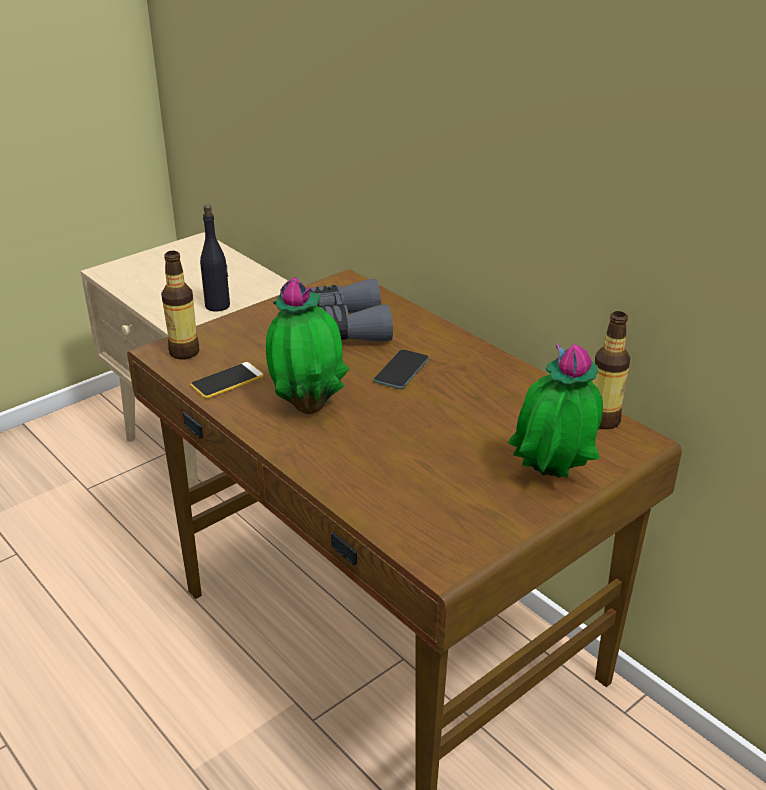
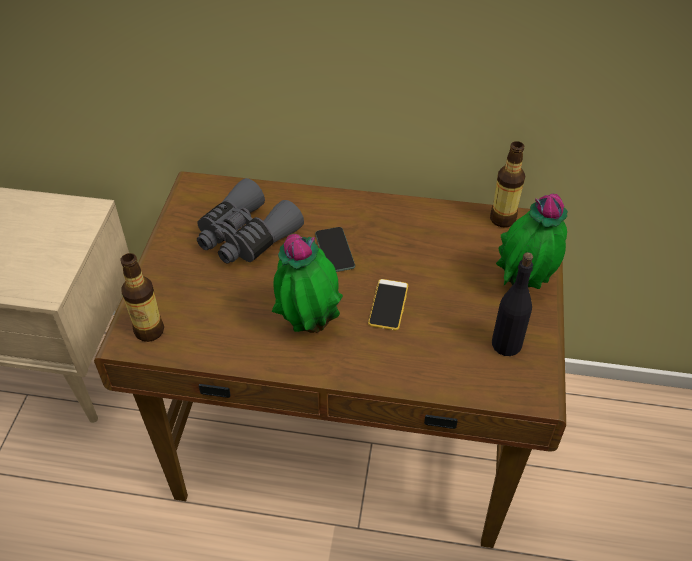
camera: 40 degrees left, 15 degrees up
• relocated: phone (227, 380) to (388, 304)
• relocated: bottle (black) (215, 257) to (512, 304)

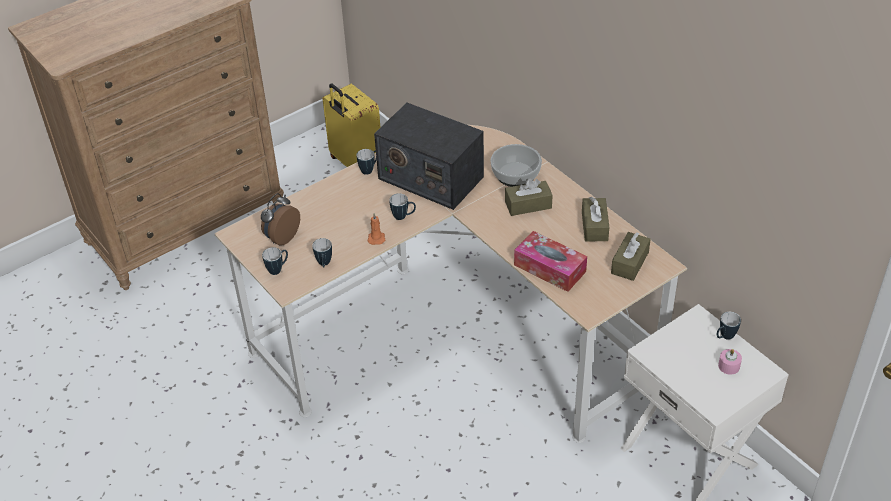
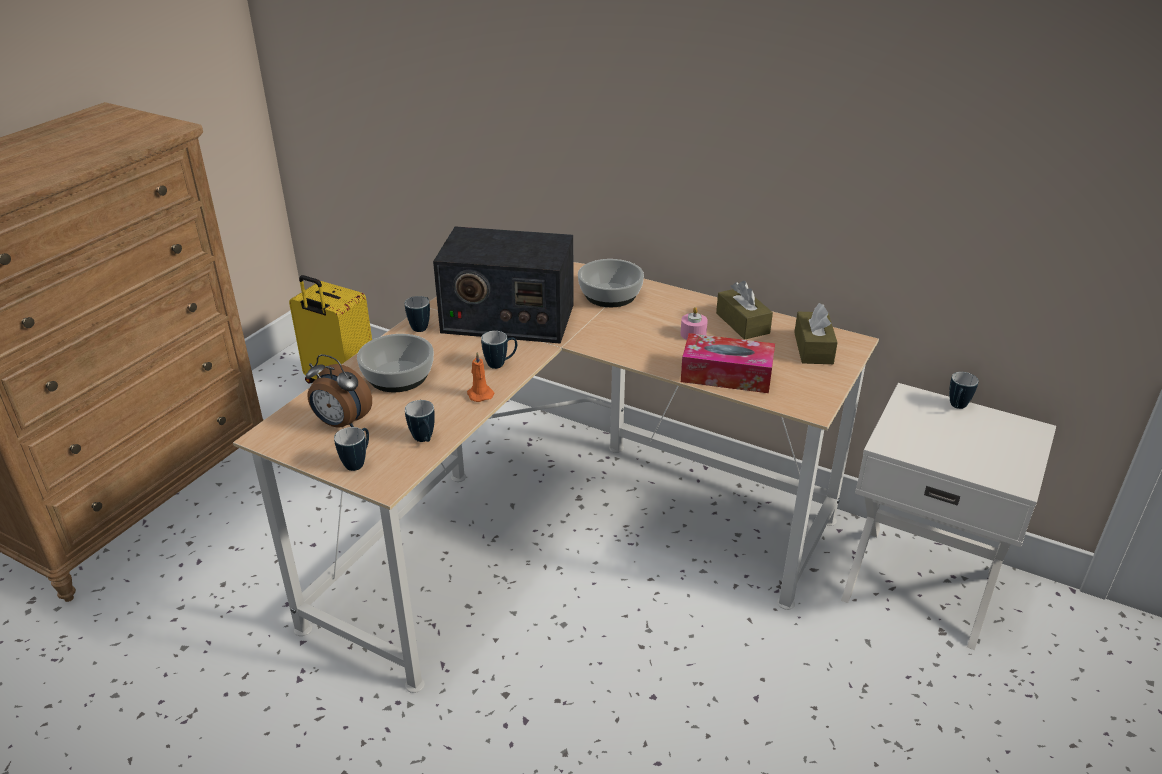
camera: 25 degrees left, 10 degrees down
• spun: alarm clock (280, 219) = (339, 391) 75 degrees counterclockwise
• missing: tissue box (brown) (529, 197)
• relocated: candle (pink) (730, 362) to (694, 323)
• appeared: bowl (395, 363)

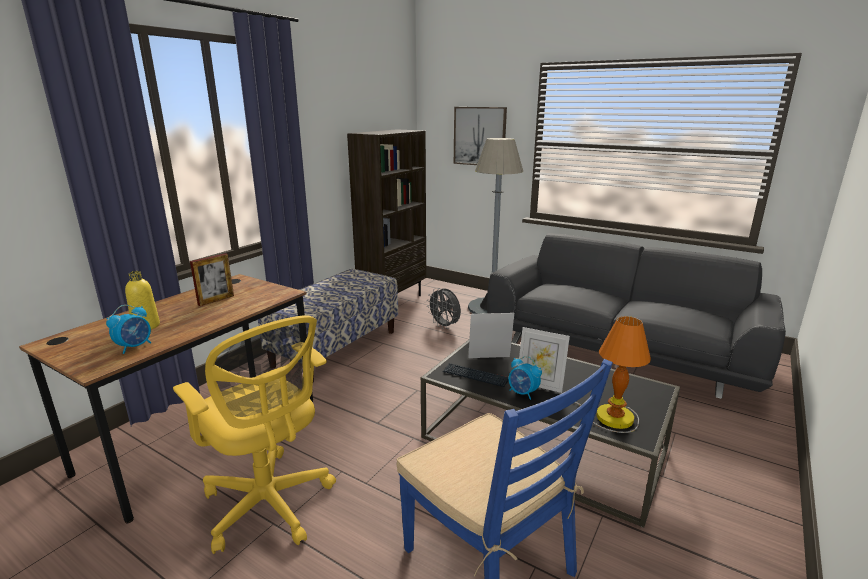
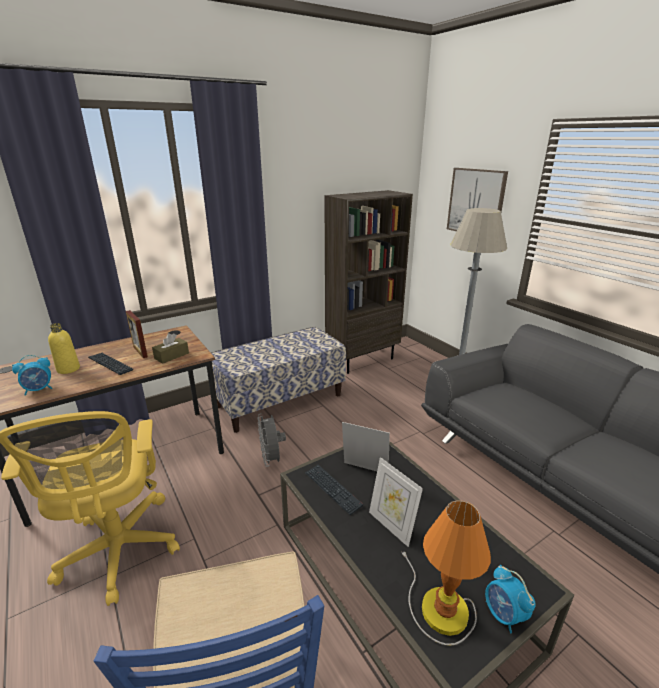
camera: 25 degrees right, 5 degrees up
• spun: picture frame (212, 279) = (137, 334) 75 degrees clockwise
• relocated: fan (grey) (444, 308) to (271, 440)
• relocated: alarm clock (525, 378) to (510, 599)
• appeared: keyboard (110, 364)
• appeared: tissue box (brown) (170, 348)

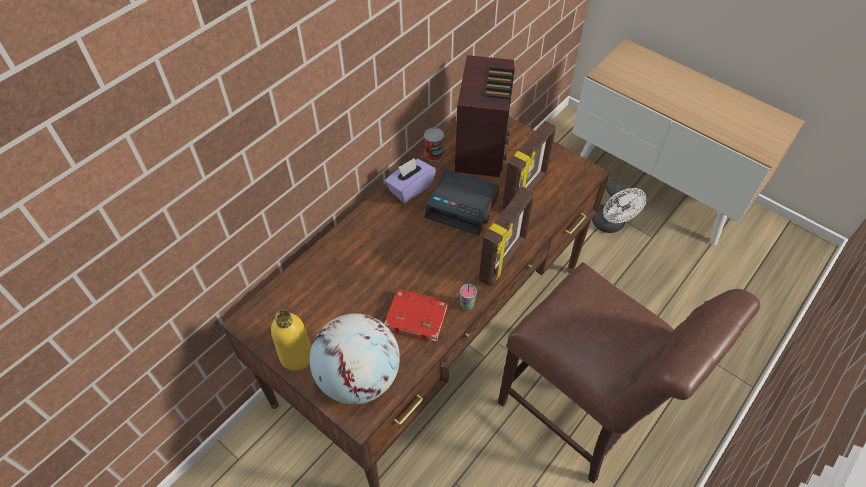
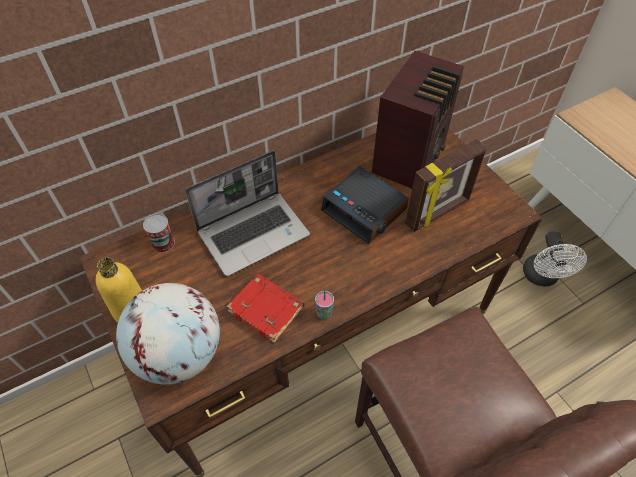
camera: 20 degrees right, 0 degrees up
• missing: tissue box (purple) (410, 180)
• relocated: can (434, 144) to (159, 233)
• missing: picture frame (506, 236)
• appeared: laptop (247, 213)

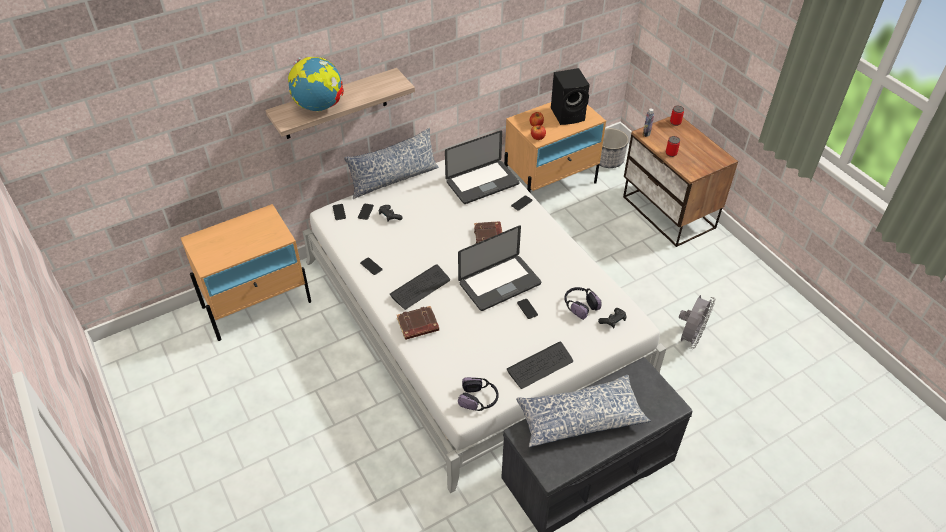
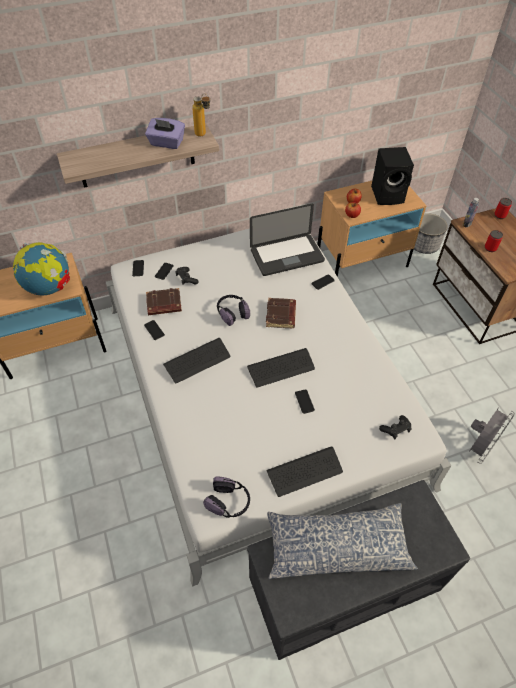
camera: 10 degrees right, 5 degrees up
• relocated: globe (316, 84) to (41, 268)
• missing: pillow (391, 163)
• relocated: book (brown) (418, 323) to (164, 301)
• exchanged: laptop (499, 268) to keyboard (281, 368)
• relocated: headphones (582, 303) to (233, 310)
• appeared: tissue box (purple) (165, 133)
• appeared: bottle (201, 114)

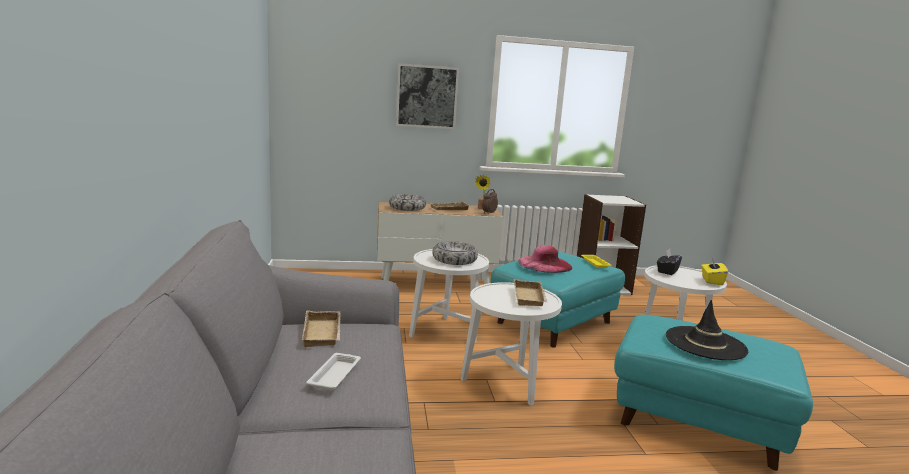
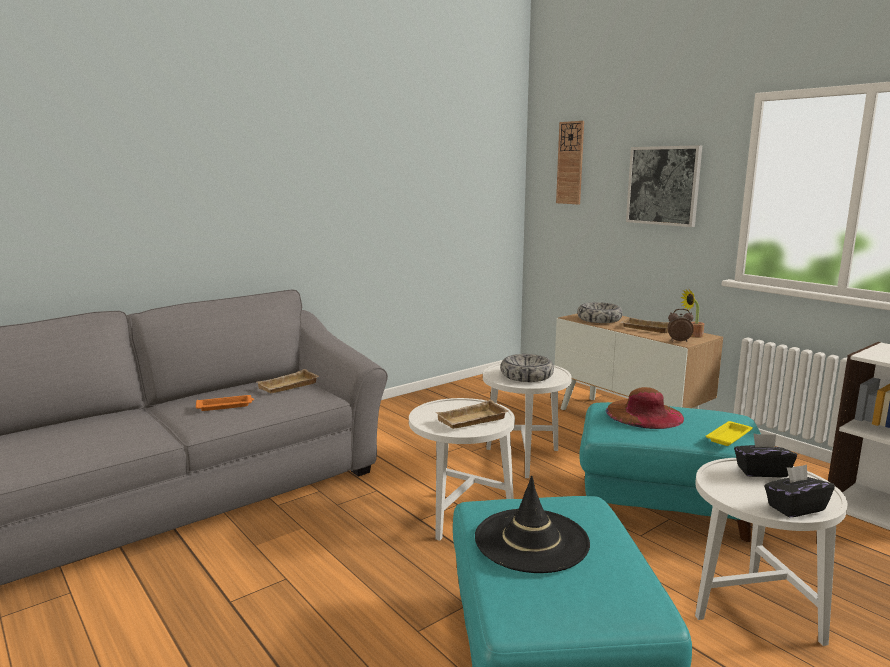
camera: 60 degrees right, 0 degrees up
• colour: tray (white) (333, 371) to tray (orange) (225, 403)
• colour: hat (pink) (545, 259) to hat (brown) (645, 408)
• colour: tissue box (yellow) (714, 271) to tissue box (black) (799, 491)
• appeared: wall clock (570, 163)

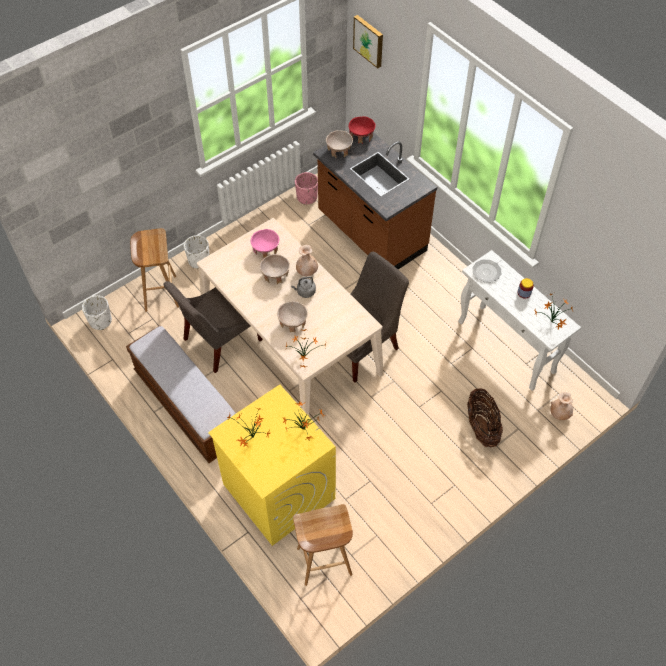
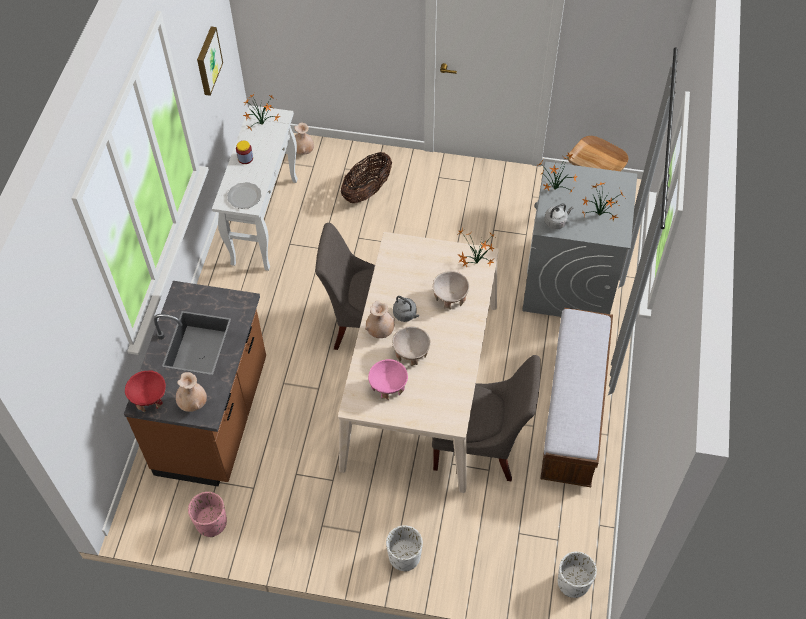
camera: 130 degrees left, 0 degrees up
• missing: stool (brown) (154, 270)
• colour: washing machine (yellow) (272, 465) to washing machine (grey) (579, 239)
• exchanged: bowl (beige) (339, 144) to vase (beige) (191, 392)
• relocated: picture (368, 41) to (210, 61)
• appeared: kettle (grey) (558, 216)

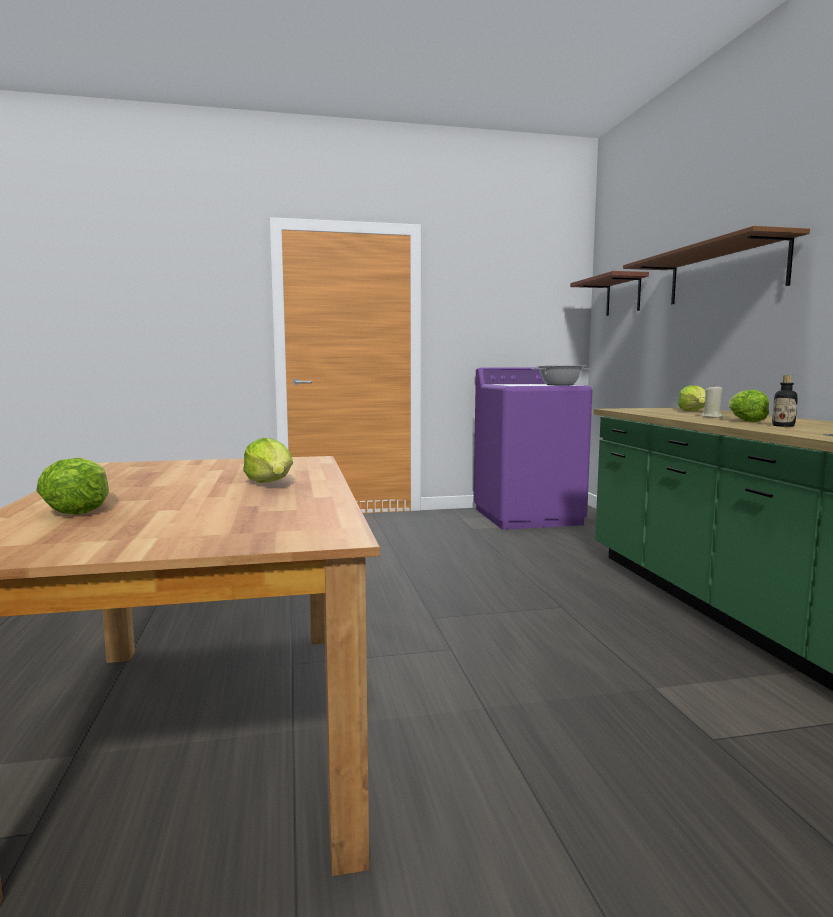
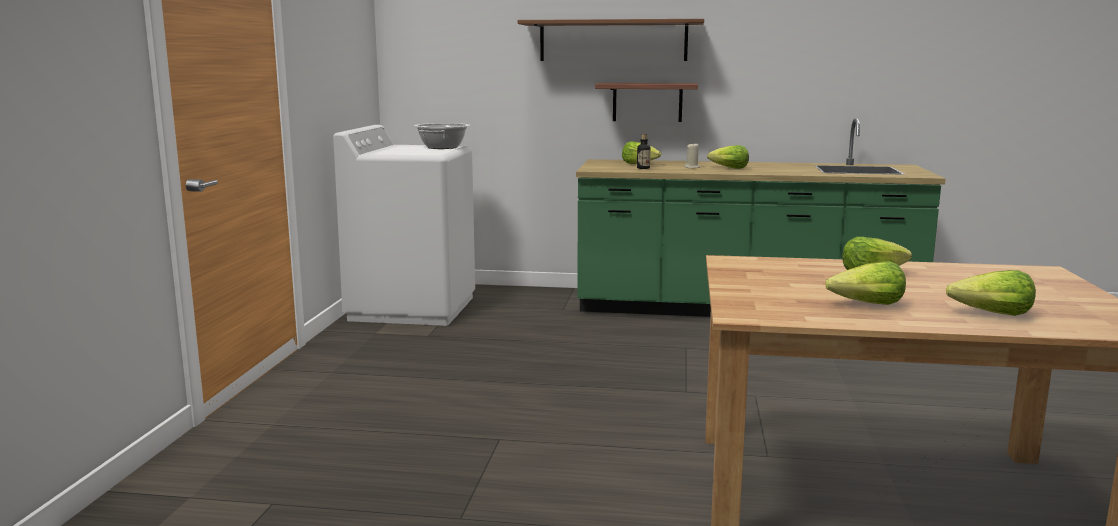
camera: 70 degrees left, 5 degrees up
• colour: washing machine (purple) (532, 448) to washing machine (white) (404, 225)
• relocated: shelf (609, 293) to (646, 102)
• relocated: bottle (785, 401) to (644, 151)
• appeared: lettuce (865, 283)

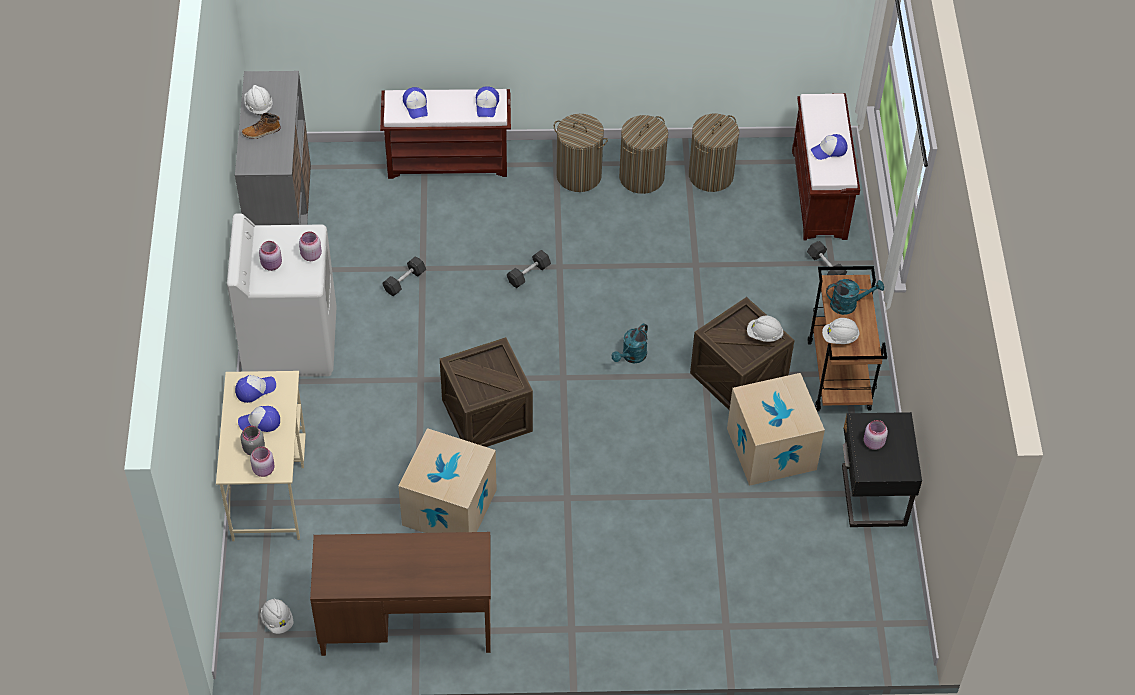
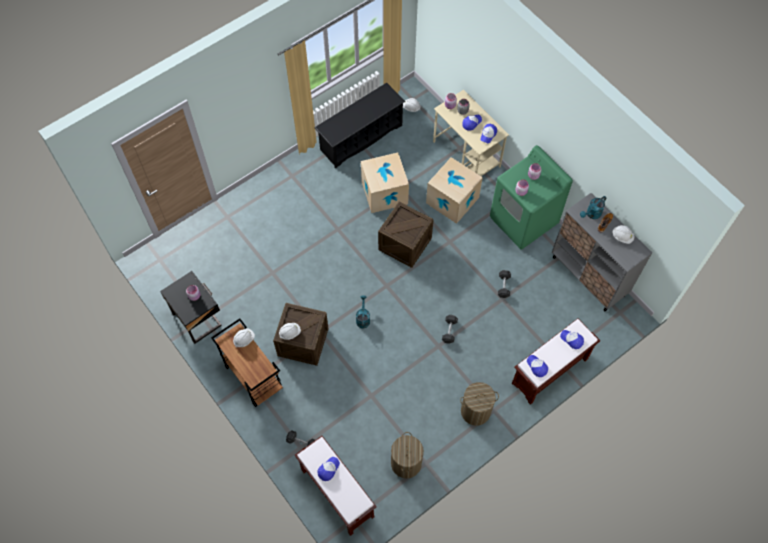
camera: 145 degrees right, 10 degrees up
• colour: washing machine (white) (282, 295) to washing machine (green) (531, 197)
• exchanged: desk (brown) (400, 594) to shoe rack (black) (359, 126)
• missing: laundry basket (643, 154)
• relocated: cardboard box (776, 429) to (454, 190)
• relocated: watering can (turquoise) (855, 297) to (593, 207)

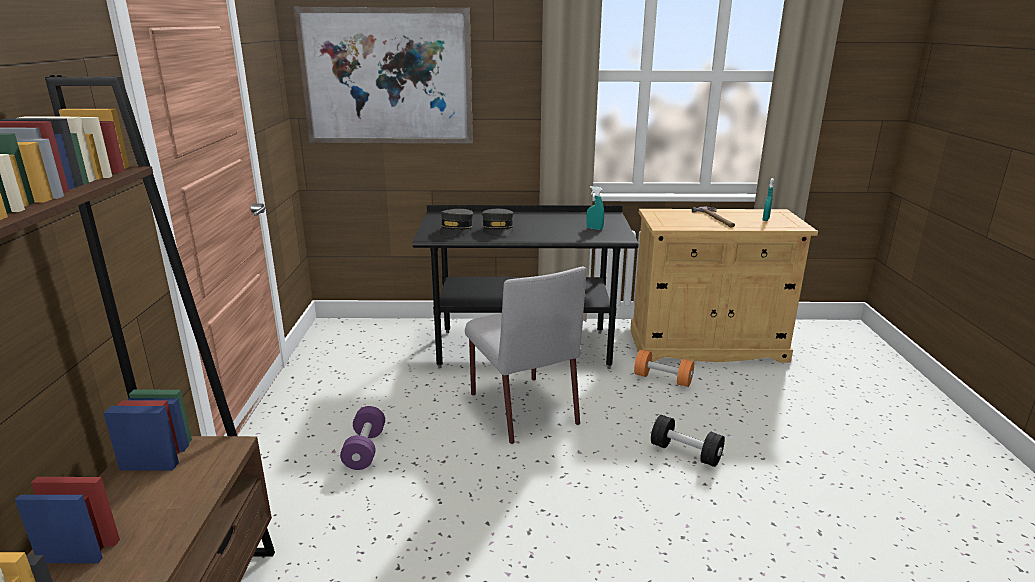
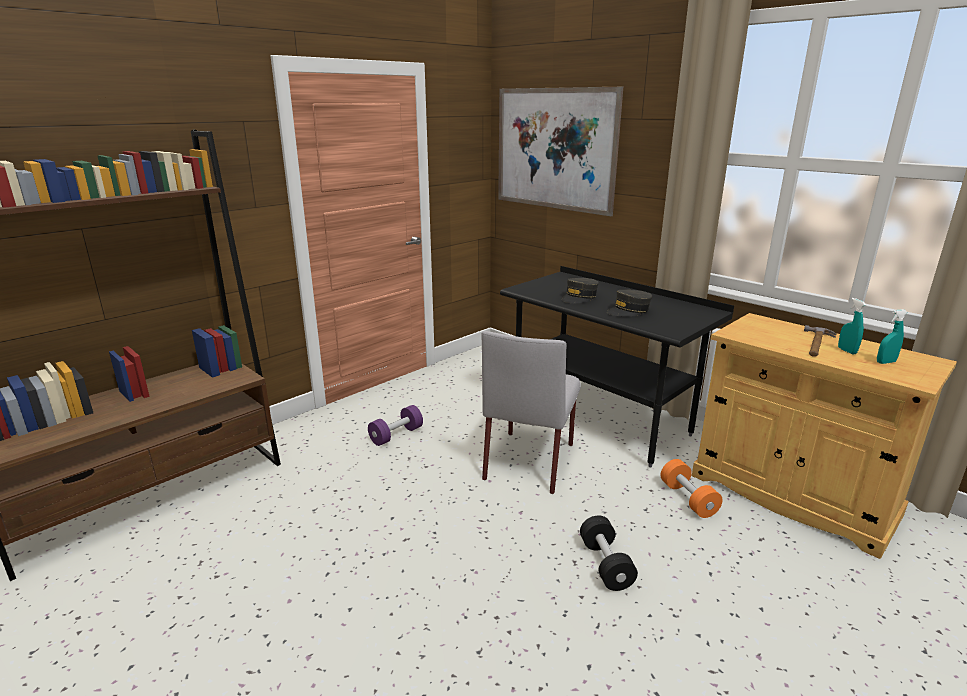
camera: 45 degrees right, 0 degrees up
• relocated: cap (grey) (456, 223) to (629, 303)
• relocated: spray bottle (turquoise) (595, 208) to (852, 326)

